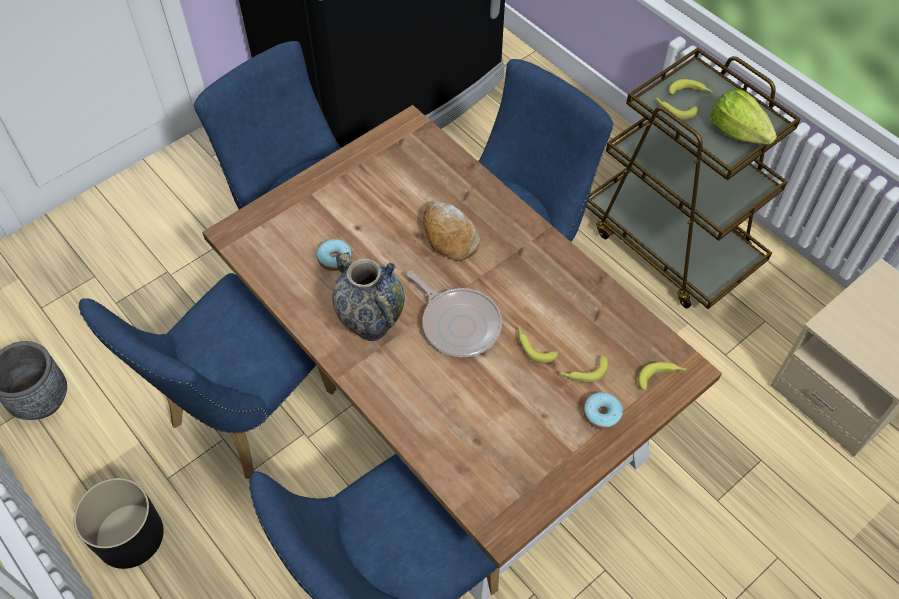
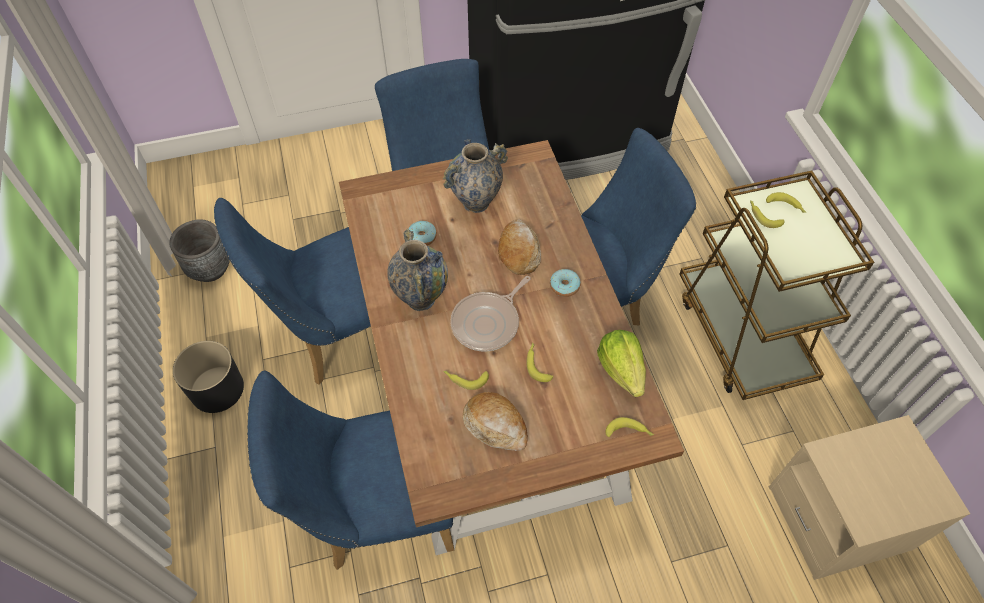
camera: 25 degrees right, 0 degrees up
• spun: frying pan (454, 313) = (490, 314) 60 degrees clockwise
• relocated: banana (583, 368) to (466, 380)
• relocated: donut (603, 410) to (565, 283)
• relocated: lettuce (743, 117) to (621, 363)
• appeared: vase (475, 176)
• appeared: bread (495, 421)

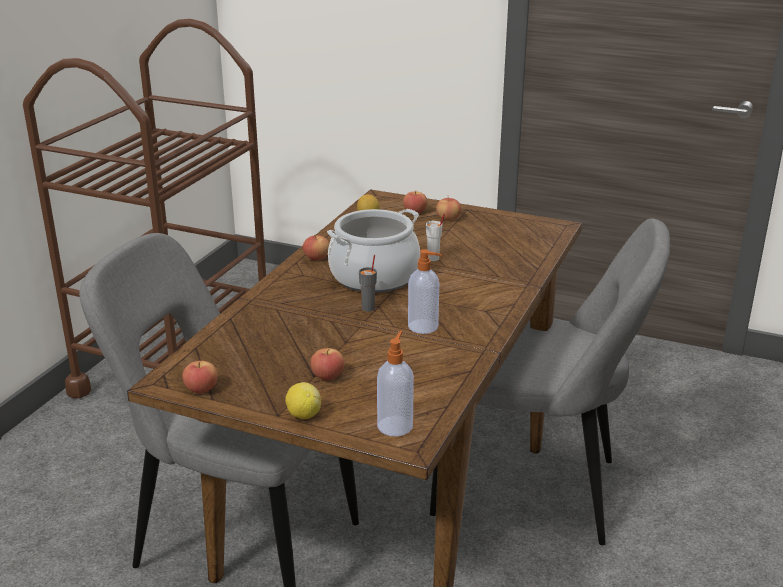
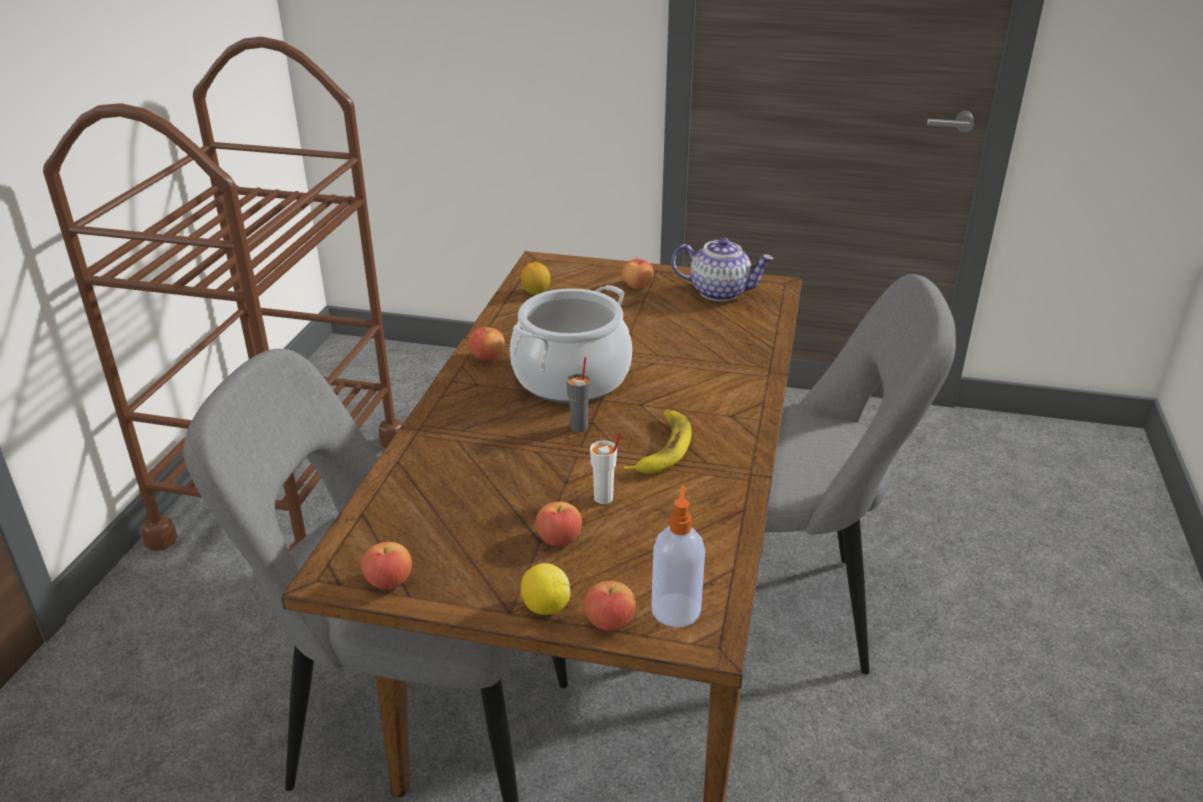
camera: 10 degrees left, 5 degrees up
• relocated: apple (415, 202) to (610, 606)
• exchanged: soap dispenser (425, 291) to banana (658, 441)
• relocated: cup (white) (435, 237) to (606, 468)
• appeared: teapot (722, 269)

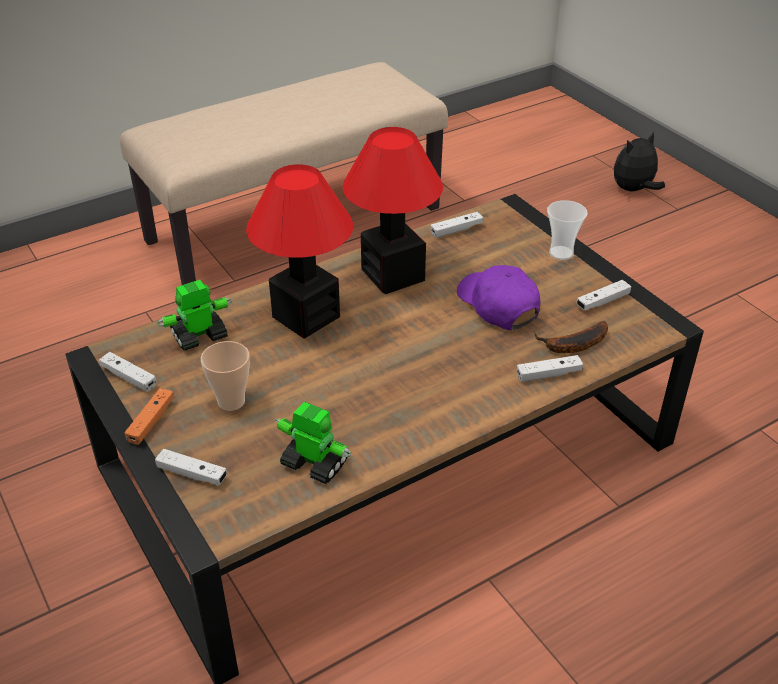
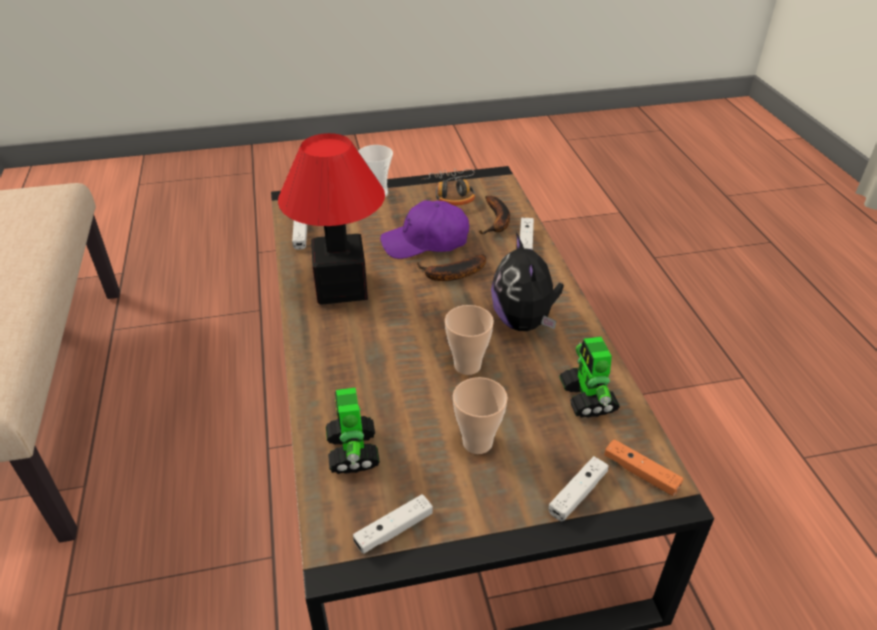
camera: 70 degrees left, 0 degrees up
• relocated: game controller (orange) (149, 416) to (644, 467)
• missing: table lamp (299, 251)
• spun: toy robot (313, 443) = (589, 377) 60 degrees counterclockwise
• exchanged: game controller (white) (603, 295) to headphones (449, 187)
• relocated: plush toy (639, 161) to (527, 281)
• appeared: banana (451, 267)
• appeared: cup (469, 340)

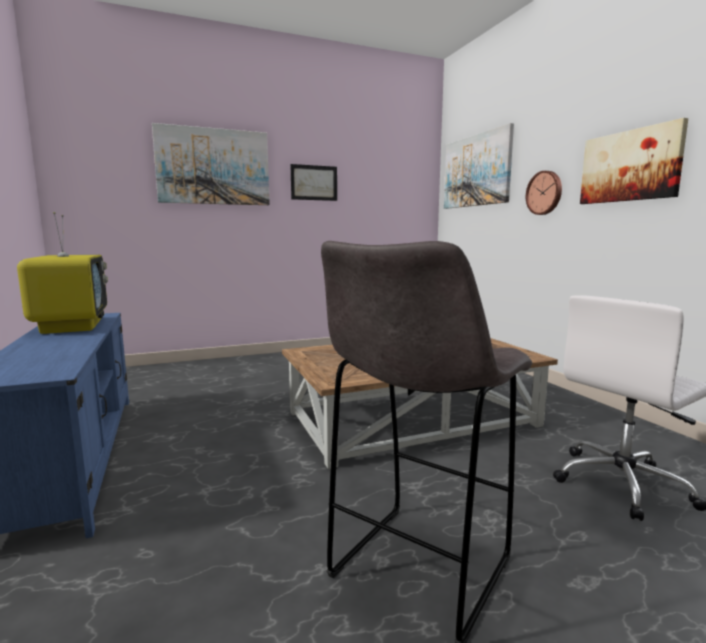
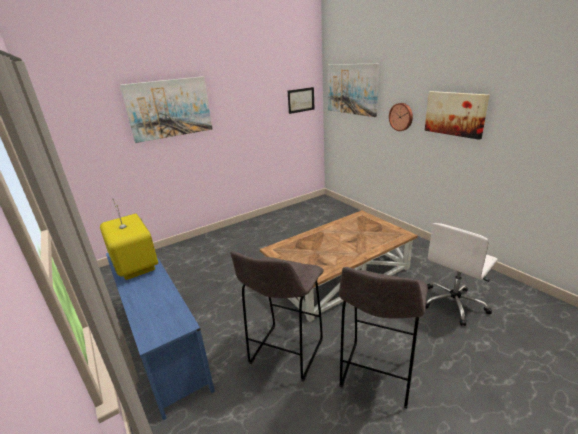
camera: 10 degrees left, 15 degrees up
• relocated: picture (313, 182) to (301, 100)
• appeared: stool (grey) (277, 316)

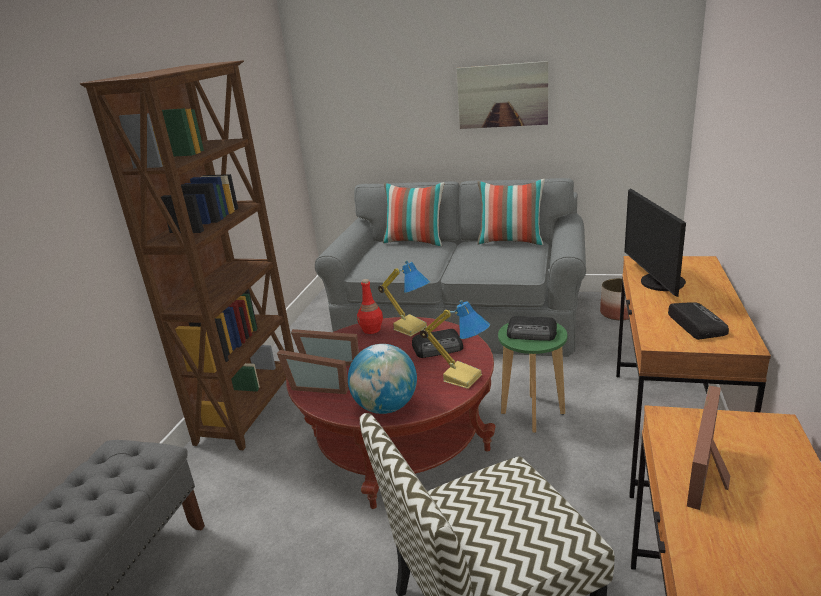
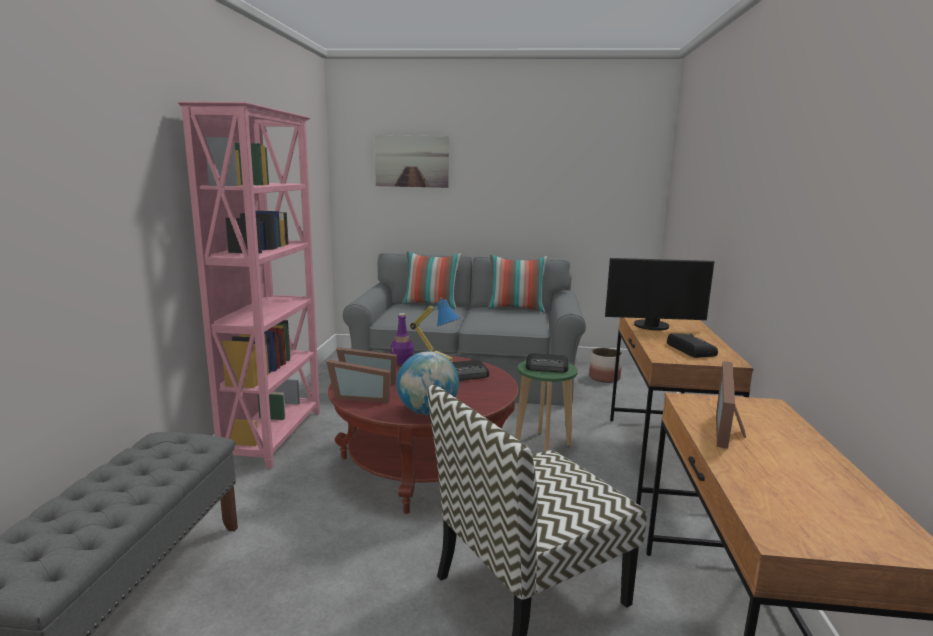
camera: 10 degrees left, 10 degrees down
• colour: bookcase (brown) (187, 255) to bookcase (pink) (249, 285)
• colour: bottle (red) (370, 306) to bottle (purple) (402, 338)
• missing: table lamp (455, 344)
• relocated: picture (502, 95) to (412, 161)
• spun: monitor (655, 242) = (659, 294) 75 degrees counterclockwise

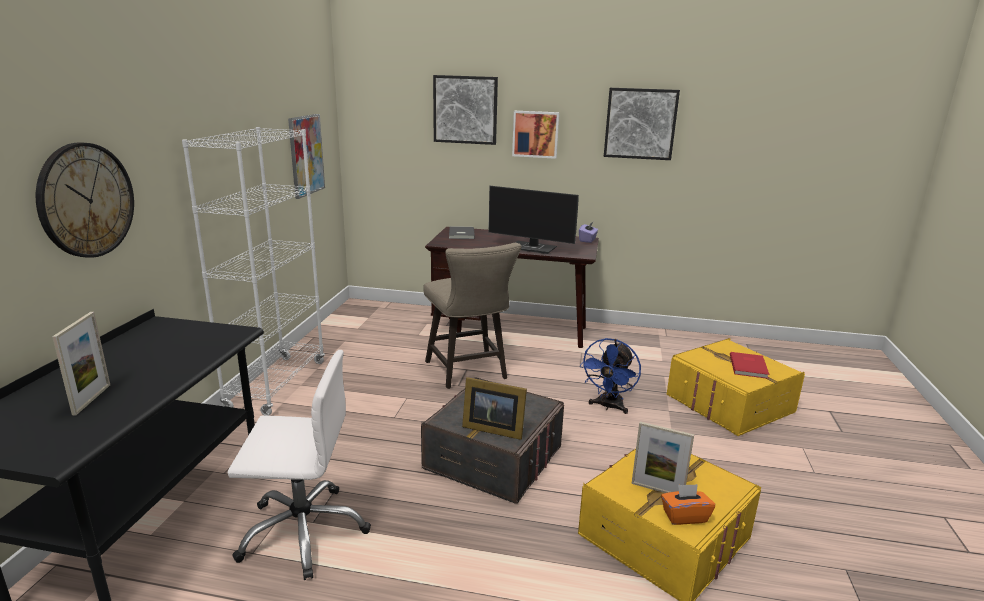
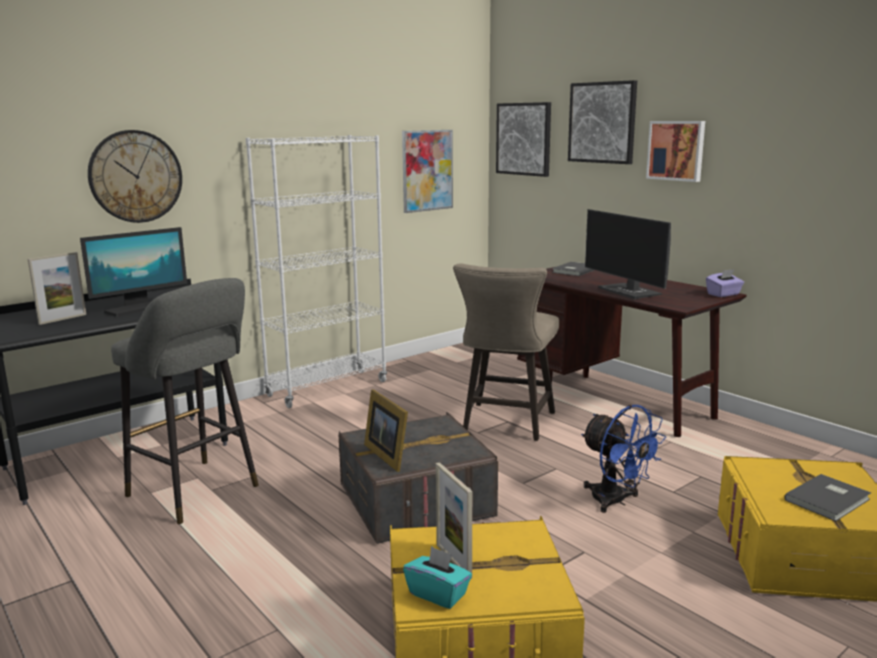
camera: 40 degrees right, 5 degrees down
• exchanged: office chair (white) (299, 465) to stool (grey) (185, 401)
• spun: fan (blue) (610, 376) = (623, 459) 105 degrees counterclockwise
• relocated: picture (642, 124) to (523, 139)
• colour: tissue box (orange) (688, 504) to tissue box (turquoise) (437, 577)
• colour: book (red) (750, 365) to book (grey) (827, 497)
• appeared: monitor (133, 272)

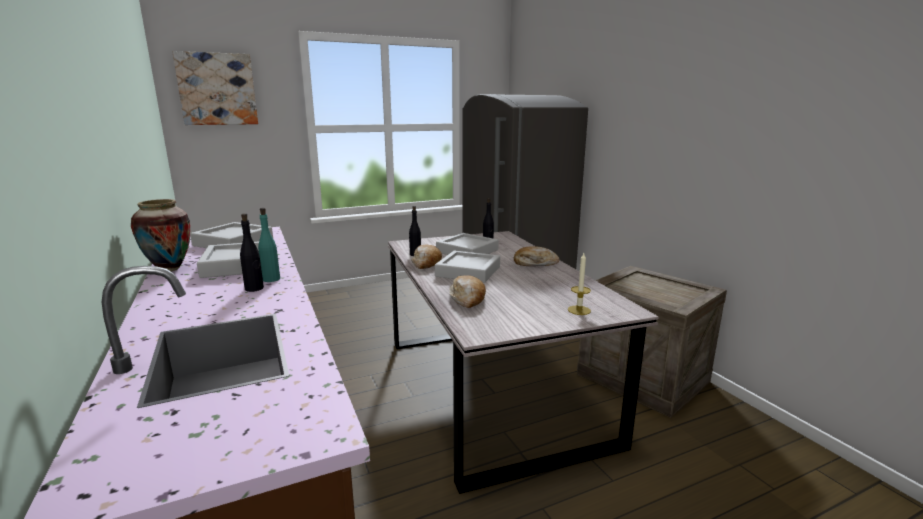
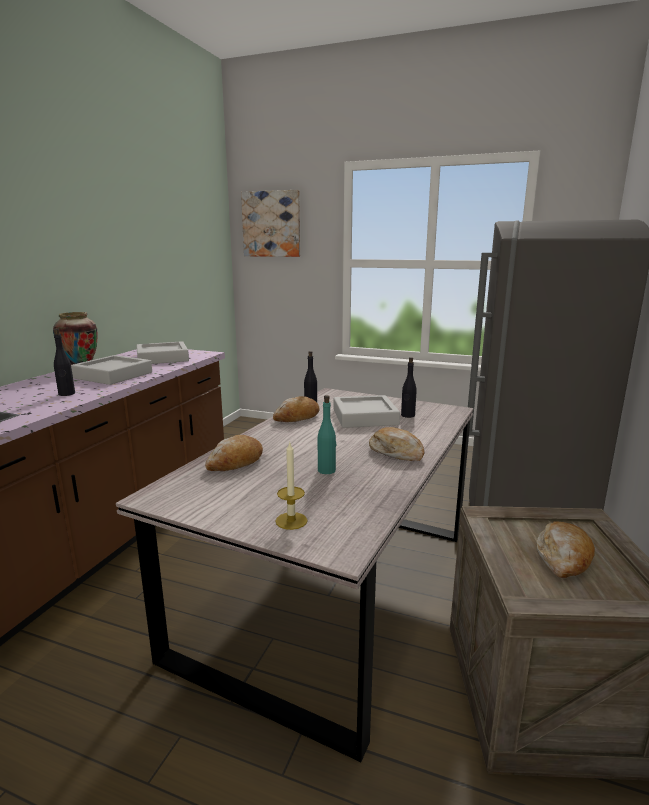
camera: 45 degrees right, 0 degrees up
• relocated: bottle (turquoise) (269, 245) to (327, 434)
• missing: tray (grey) (467, 266)
• appeared: bread (566, 549)

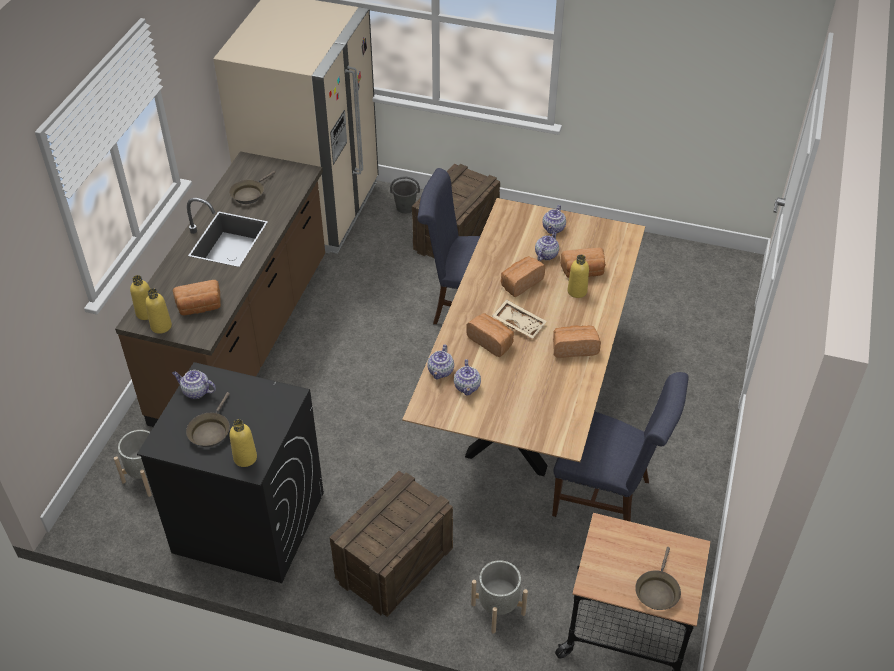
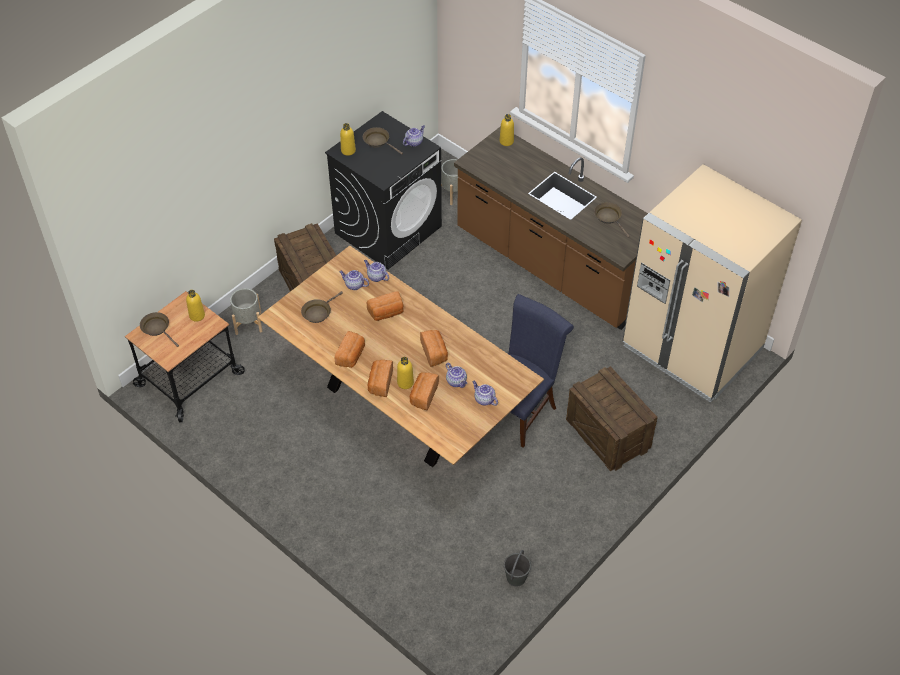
camera: 115 degrees right, 5 degrees up
• relocated: bottle (yellow) (158, 311) to (195, 306)
• relocated: bread (197, 297) to (380, 378)
• relocated: bucket (grey) (405, 195) to (517, 568)
• missing: tray (beige) (520, 319)
• missing: chair (blue) (620, 447)
• appeared: frying pan (brown) (322, 307)

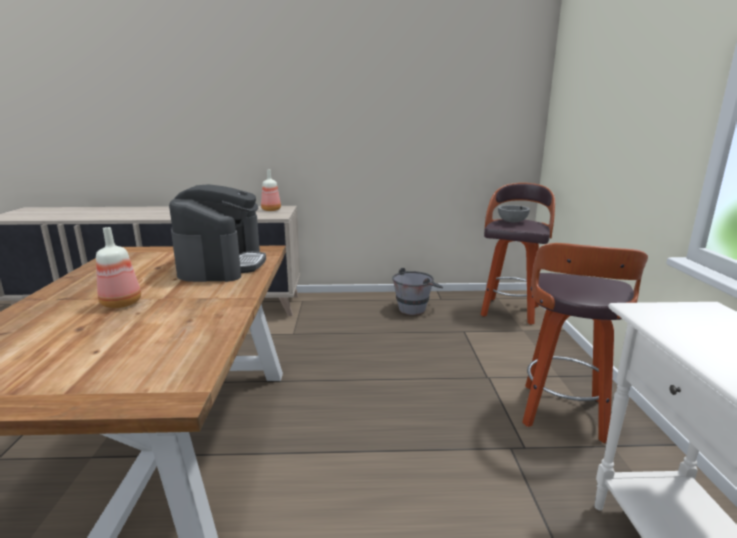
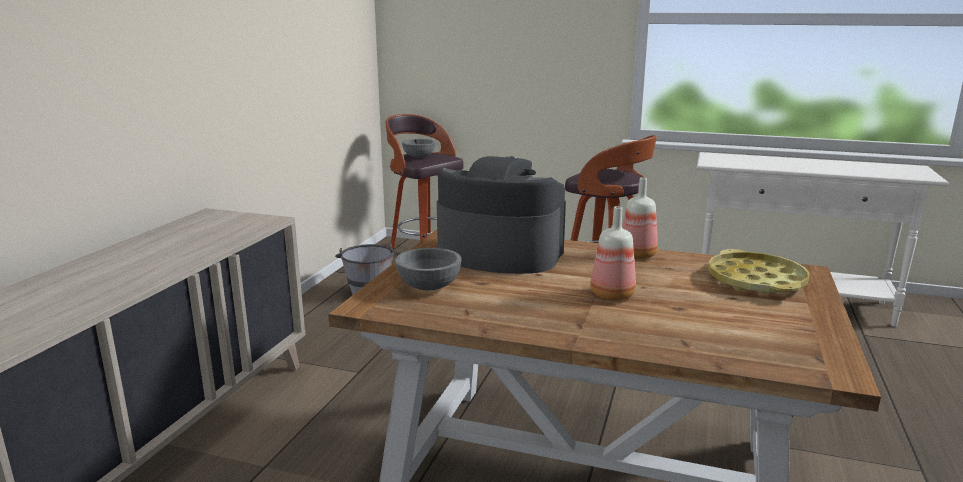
camera: 70 degrees left, 0 degrees up
• relocated: bottle (271, 190) to (640, 218)
• appeared: bowl (grey) (428, 269)
• appeared: tray (yellow) (759, 271)

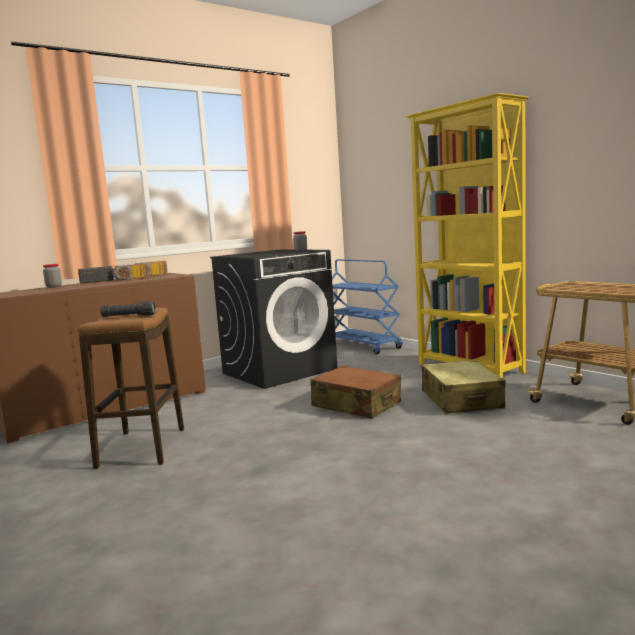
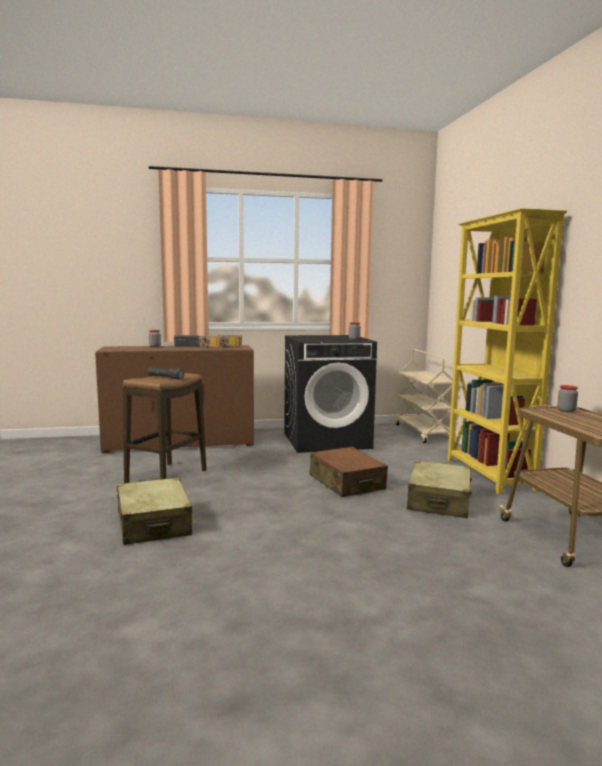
camera: 25 degrees right, 0 degrees up
• colour: cart (blue) (367, 307) to cart (beige) (424, 396)
• appeared: suitcase (beige) (154, 511)
• appeared: jar (567, 398)

